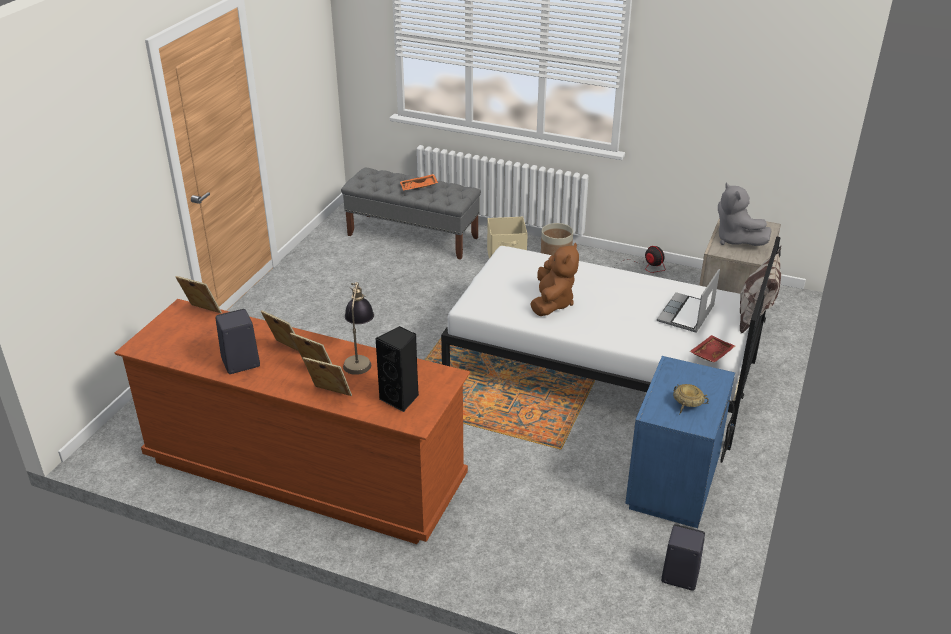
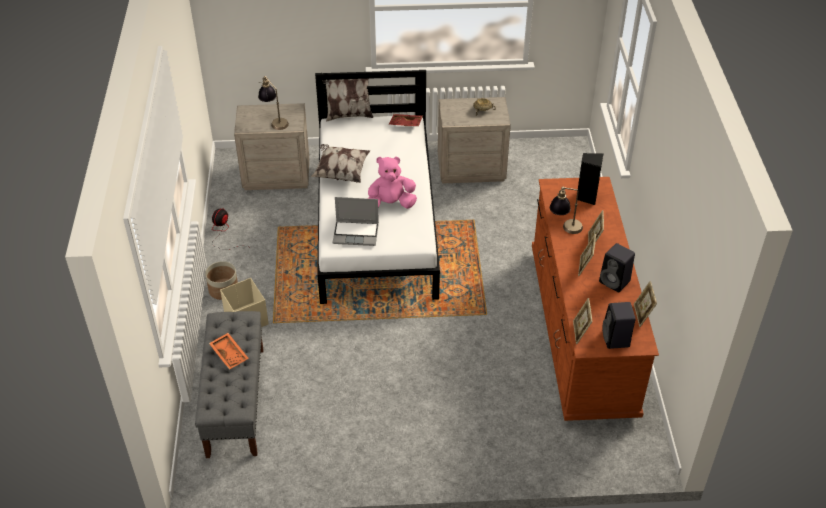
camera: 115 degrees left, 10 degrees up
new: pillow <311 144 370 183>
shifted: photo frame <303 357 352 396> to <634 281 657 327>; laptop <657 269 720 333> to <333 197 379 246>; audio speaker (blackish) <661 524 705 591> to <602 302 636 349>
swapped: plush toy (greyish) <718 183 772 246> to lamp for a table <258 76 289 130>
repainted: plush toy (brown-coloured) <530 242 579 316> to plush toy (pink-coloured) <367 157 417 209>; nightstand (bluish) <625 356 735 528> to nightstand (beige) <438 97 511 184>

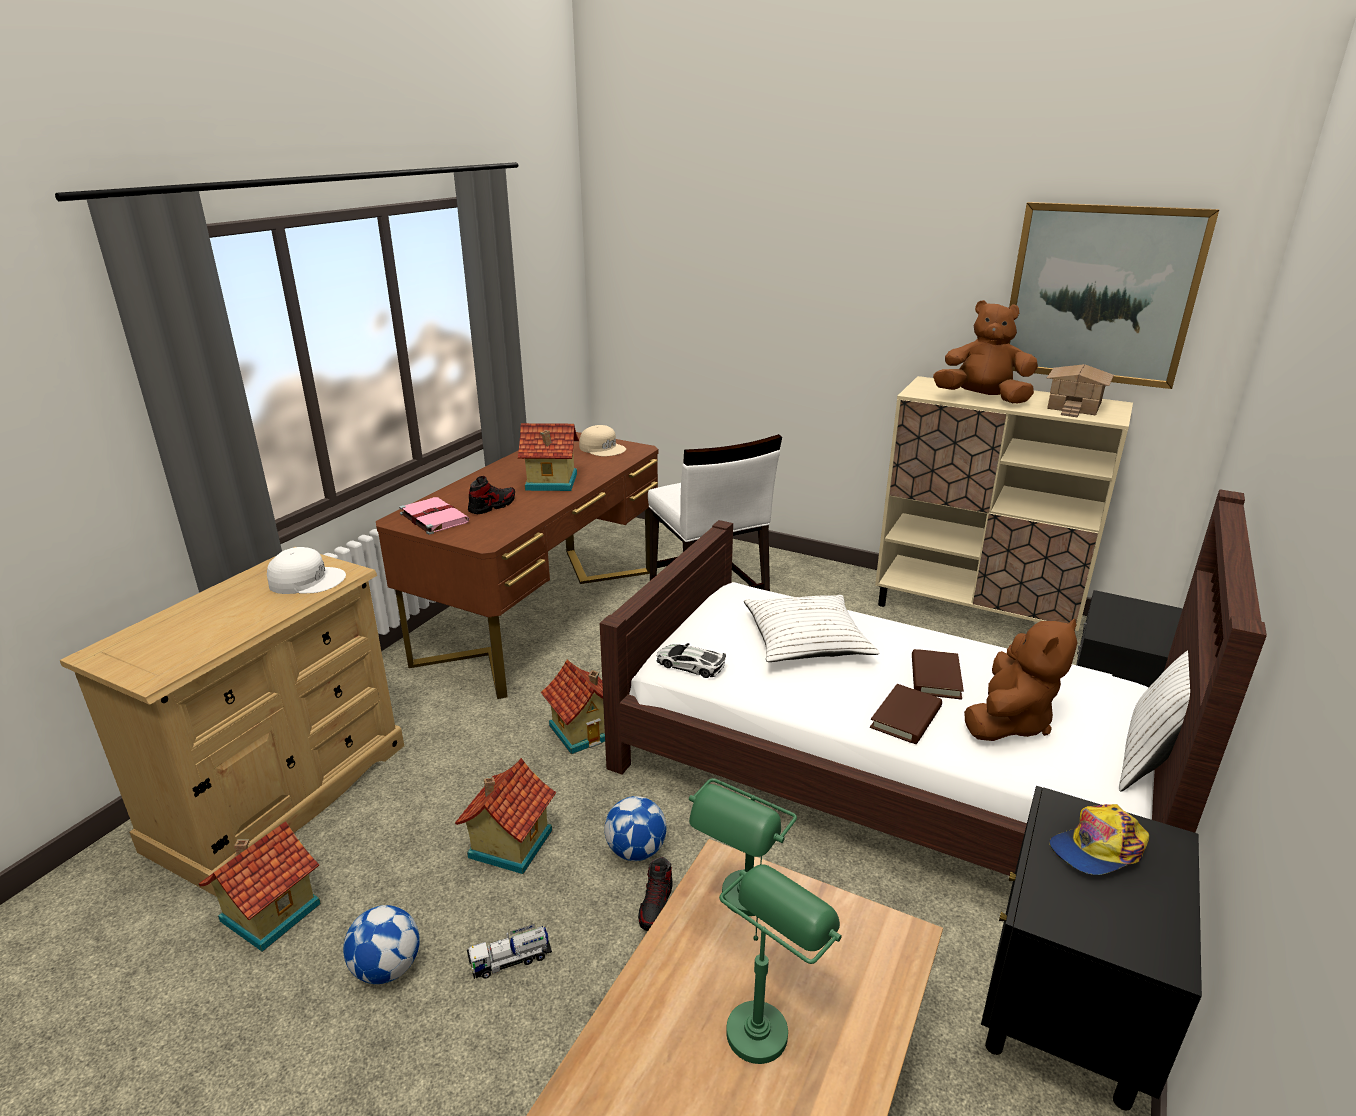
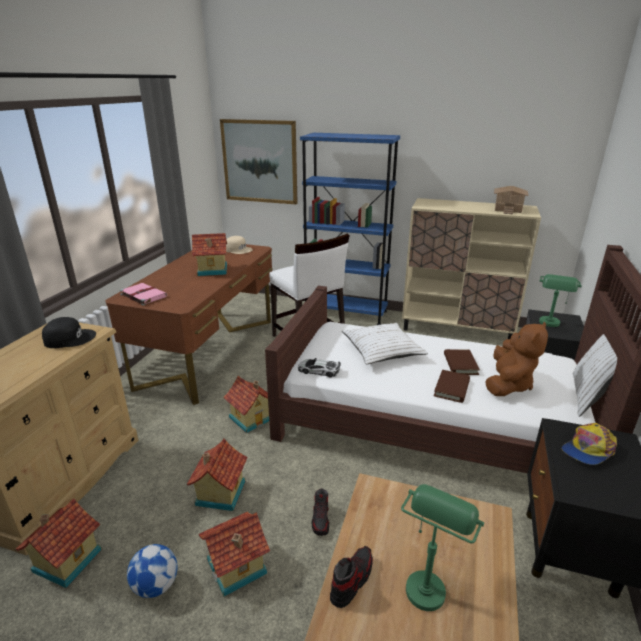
camera: 10 degrees left, 0 degrees up
gone: ball for football <604 796 667 861>; plush toy (brown-coloured) <933 300 1038 404>
new: bookcase (bluish) <300 133 400 325>
shifted: low shoe <468 476 515 514> to <330 546 373 608>; lamp for a table (green-coloured) <689 778 797 916> to <539 274 582 327>; picture <1009 202 1219 389> to <220 119 298 204>
swapped: toy lorry <467 924 552 979> to model house <199 512 270 597>
repainted: baseball cap (whitish) <267 547 346 594> to baseball cap (blackish) <42 317 96 348>

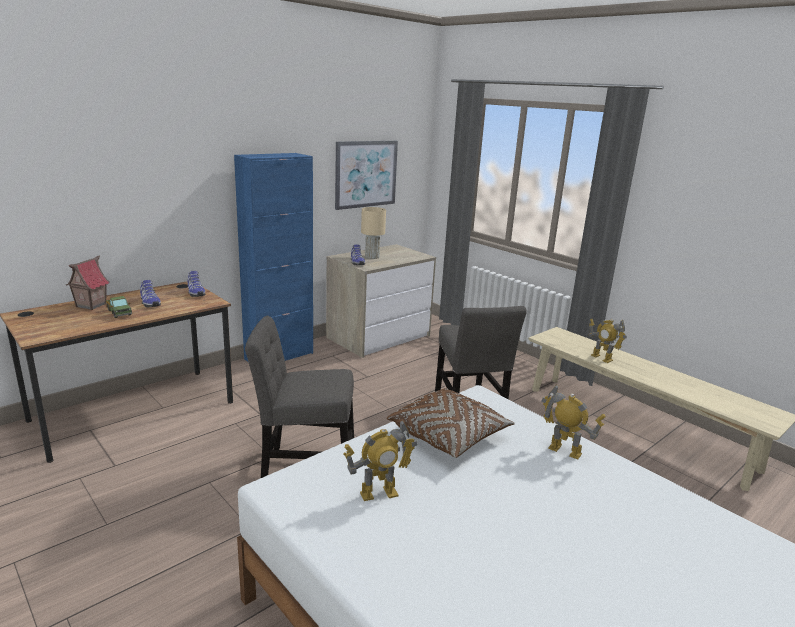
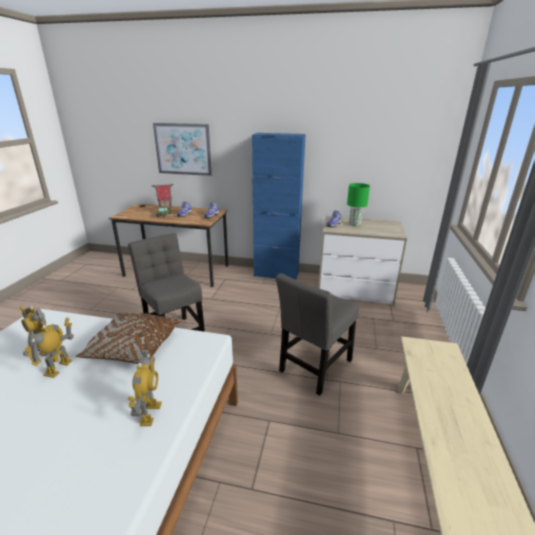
camera: 55 degrees right, 5 degrees up
shifted: picture <335 141 398 210> to <153 123 212 176>; model robot <588 319 627 363> to <23 318 74 378>
repainted: lamp for a table (beige) <361 207 386 259> to lamp for a table (green-coloured) <347 183 370 226>

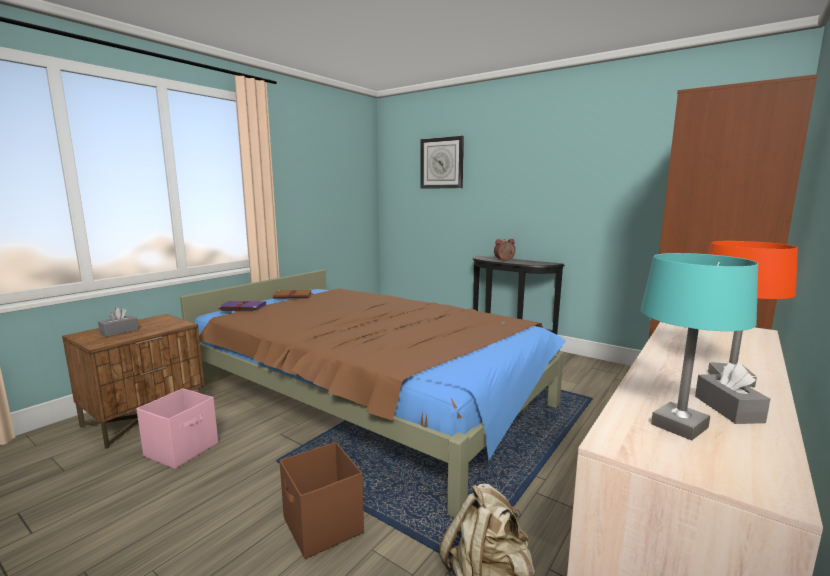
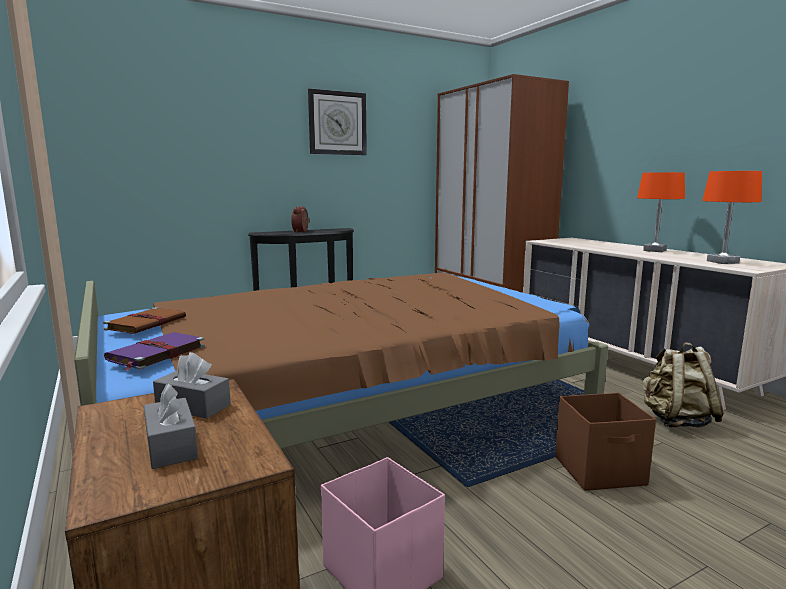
camera: 65 degrees left, 0 degrees up
shifted: clock on the wall <420 136 464 188> to <308 88 367 155>; box of tissues (greyish) <695 363 770 424> to <153 352 231 419>
repainted: lamp for a table (turquoise-coloured) <641 253 758 441> to lamp for a table (orange) <702 171 762 264>

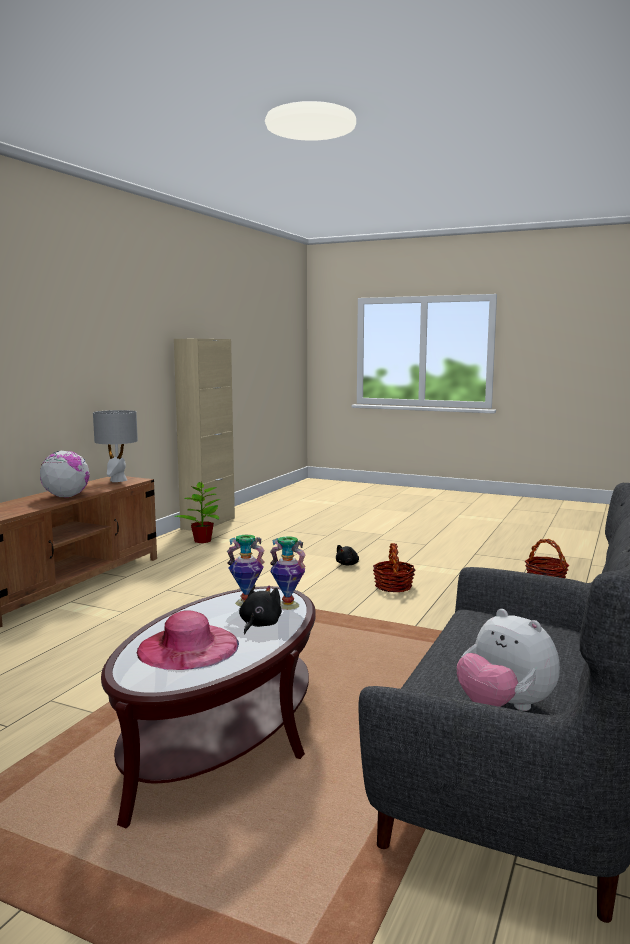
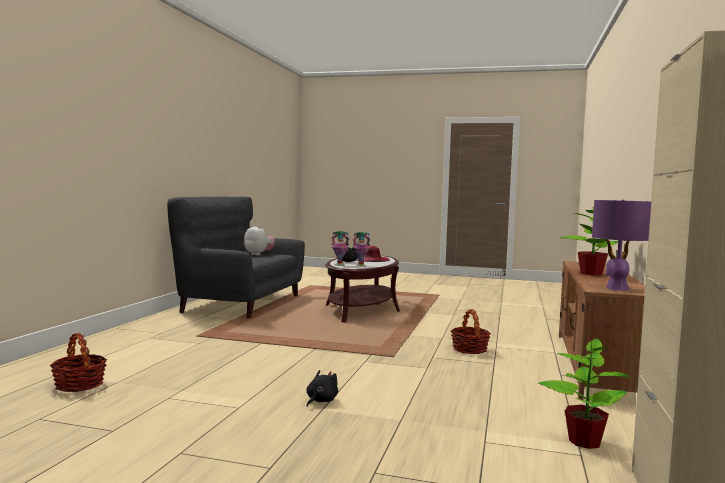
camera: 170 degrees right, 5 degrees down
shifted: household basket <373 543 415 592> to <451 309 491 354>
swapped: desk globe <40 451 90 497> to plant in a pot <560 199 618 276>
repainted: lamp for a table (greyish) <93 410 138 482> to lamp for a table (purplish) <592 200 651 291>

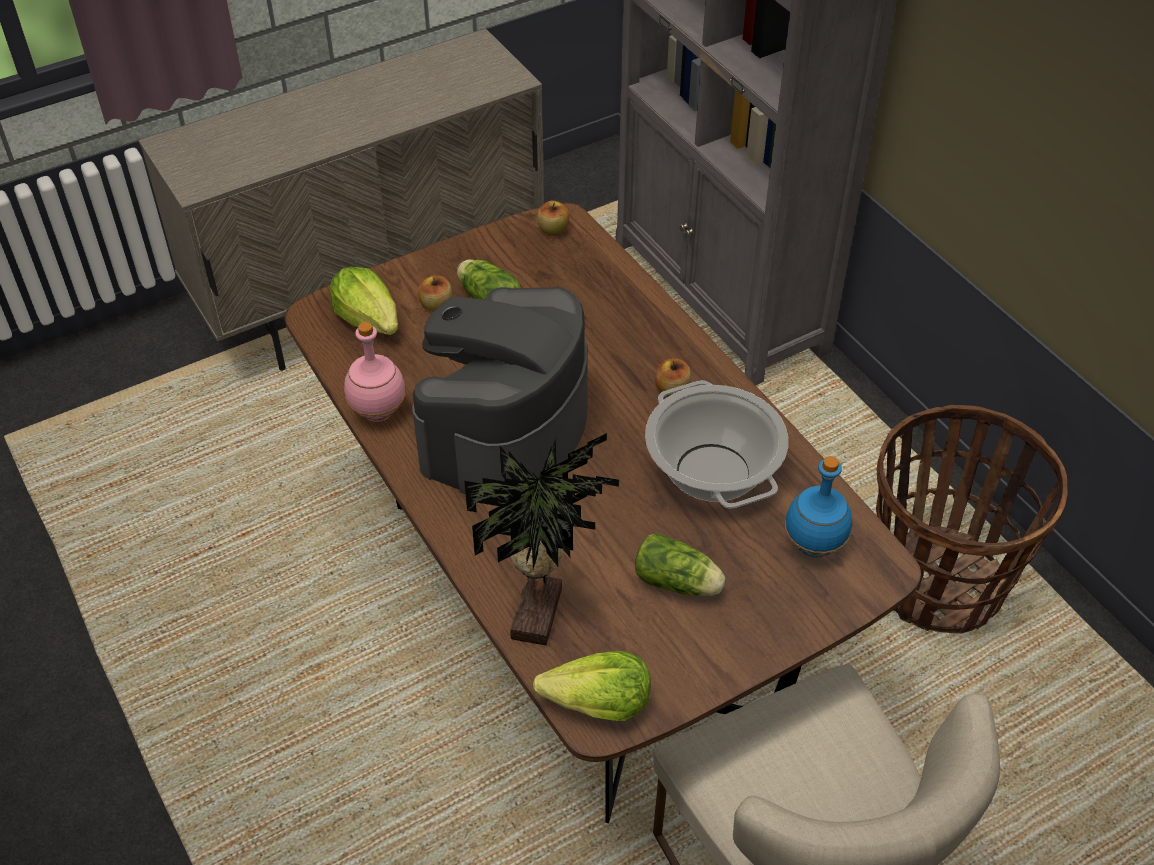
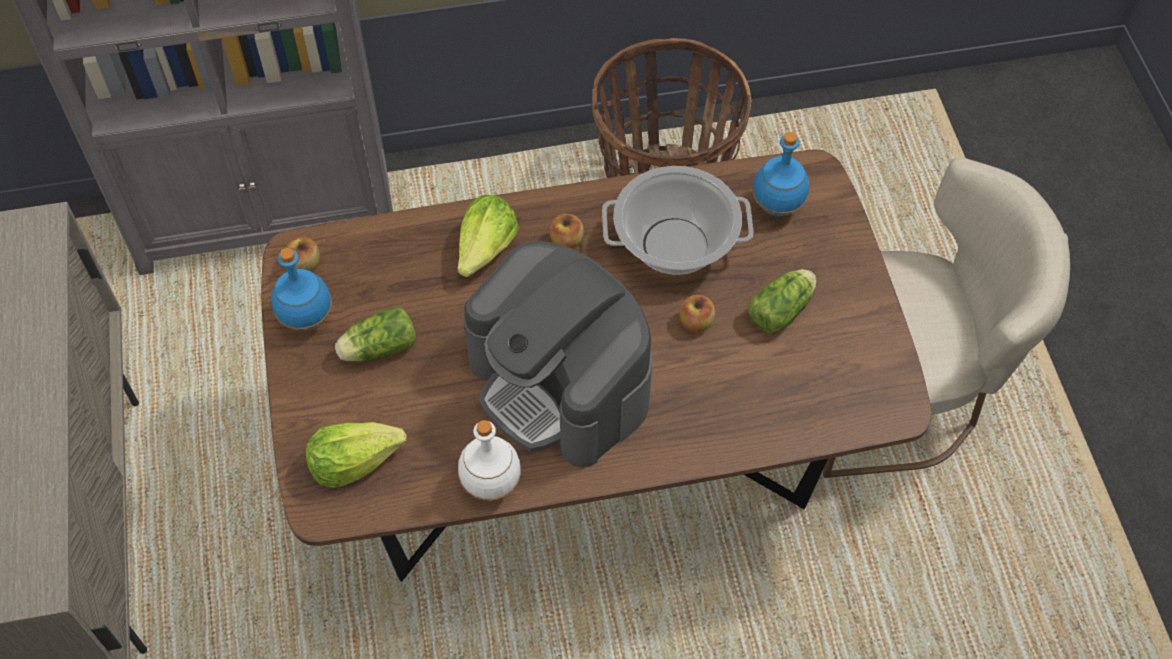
camera: 70 degrees left, 10 degrees up
gone: plant in a pot <464 433 619 645>
new: beverage bottle (bluish) <271 248 332 331>
shifted: whole apple <418 275 453 312> to <680 295 715 333>; lettuce <533 651 651 721> to <457 195 519 277>
repainted: beverage bottle (pink-coloured) <344 322 406 422> to beverage bottle (whitish) <458 420 521 501>

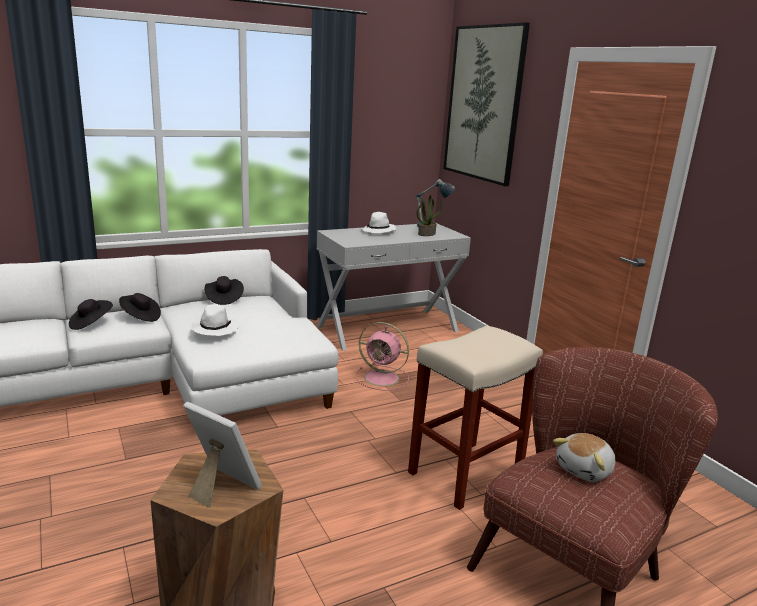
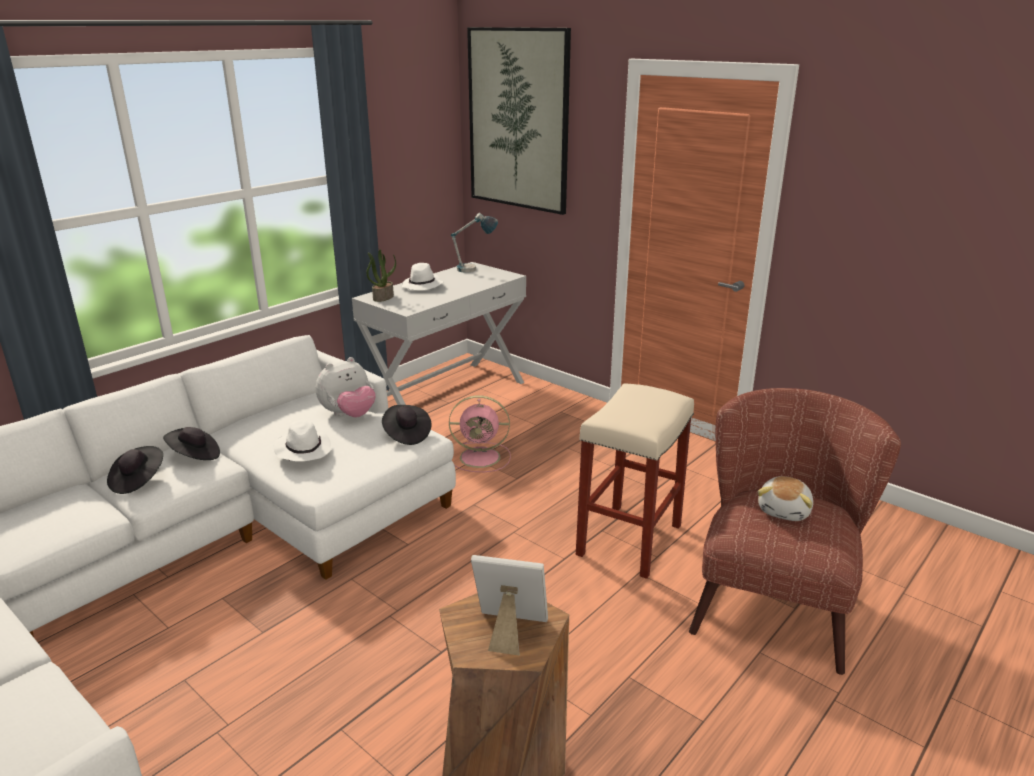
camera: 20 degrees left, 5 degrees up
new: plush toy <316 357 376 417>
shifted: wearable hat (blackish) <204 276 244 305> to <382 405 431 445>; plant in a pot <417 195 442 236> to <366 250 396 302>

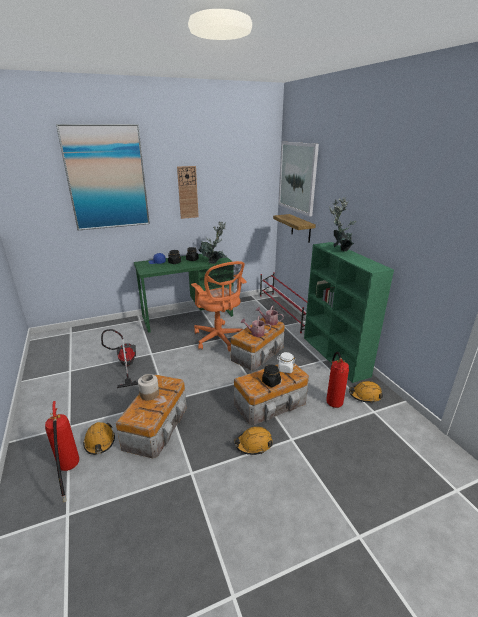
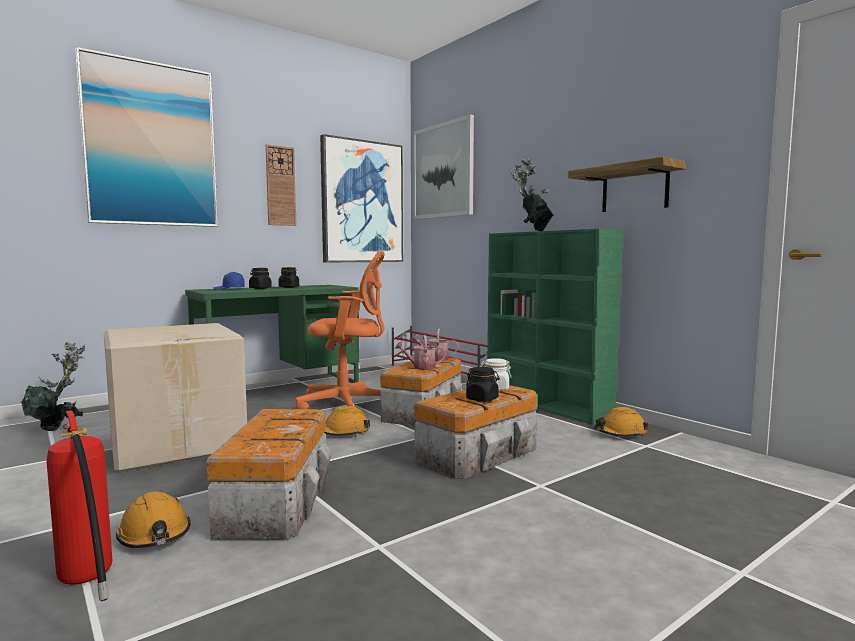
camera: 15 degrees left, 20 degrees down
gone: preserve jar <138 374 159 400>; extinguisher <326 352 349 408>
new: picture <320 134 403 263>
shifted: plant in a pot <199 221 227 264> to <21 342 86 431>; hard hat (orange) <234 426 273 455> to <324 406 370 436>; shelf <273 214 316 243> to <568 157 686 212>
swapped: hoover <101 329 138 388> to cardboard box <104 323 247 473>
rotated: computer chair (orange) <191 261 247 352> = <295 251 385 409> 45 degrees counterclockwise

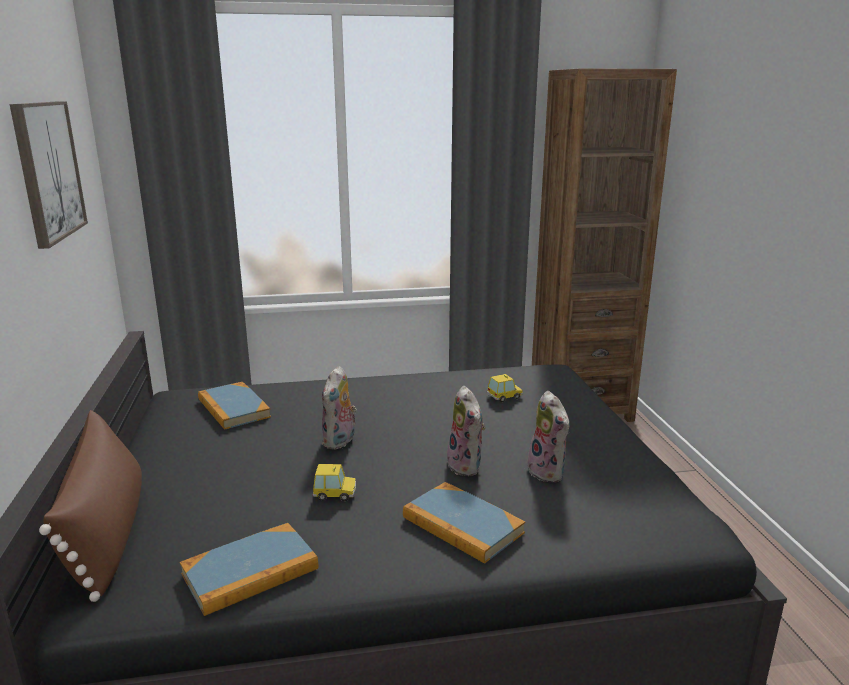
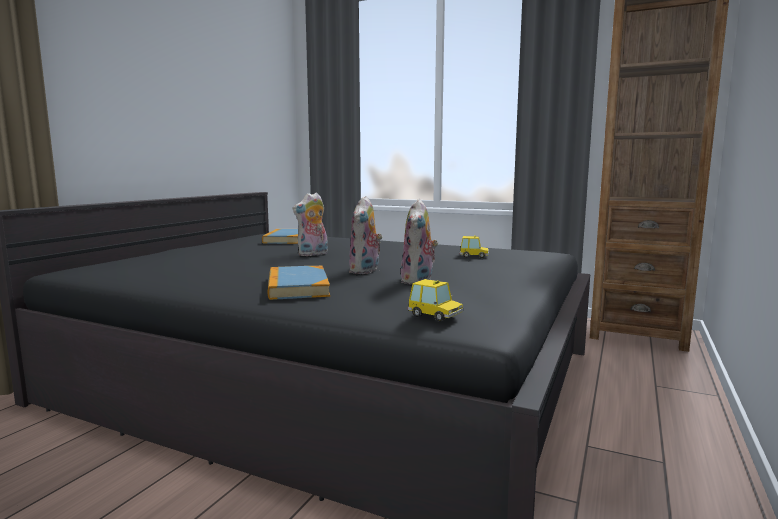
camera: 35 degrees right, 10 degrees down
gone: picture <10 101 88 249>; pillow (brown-coloured) <39 410 142 602>; volume <180 523 318 616>
shifted: toy car <313 464 356 501> to <408 279 463 322>

